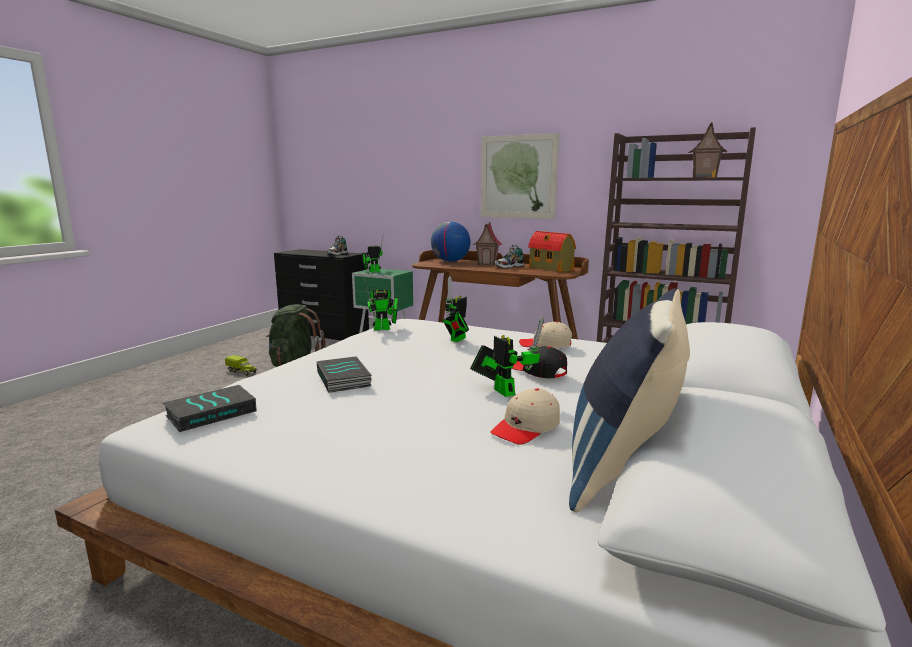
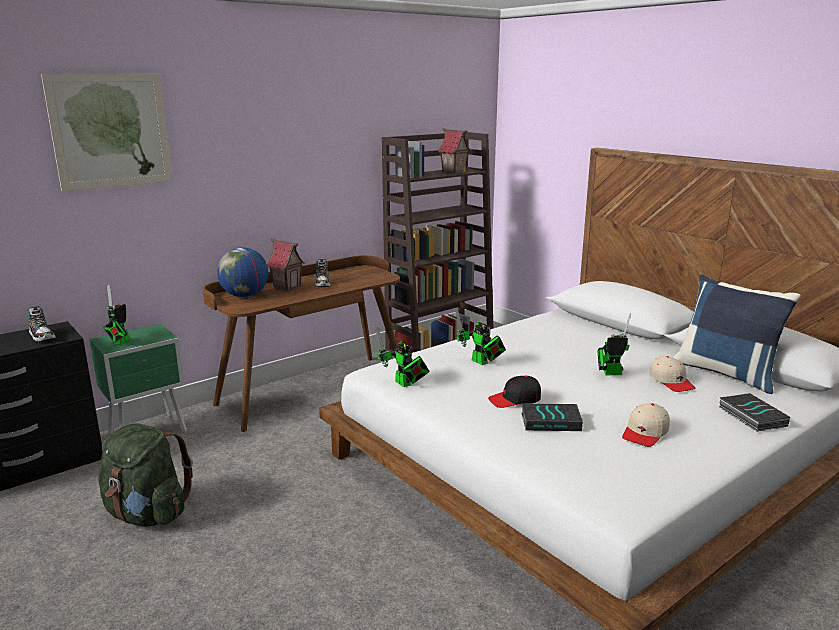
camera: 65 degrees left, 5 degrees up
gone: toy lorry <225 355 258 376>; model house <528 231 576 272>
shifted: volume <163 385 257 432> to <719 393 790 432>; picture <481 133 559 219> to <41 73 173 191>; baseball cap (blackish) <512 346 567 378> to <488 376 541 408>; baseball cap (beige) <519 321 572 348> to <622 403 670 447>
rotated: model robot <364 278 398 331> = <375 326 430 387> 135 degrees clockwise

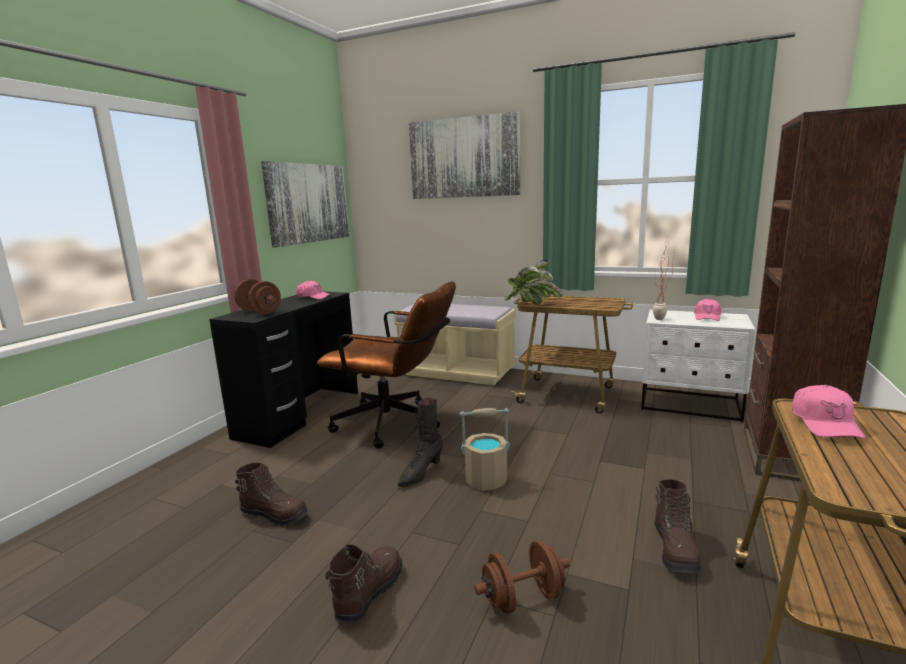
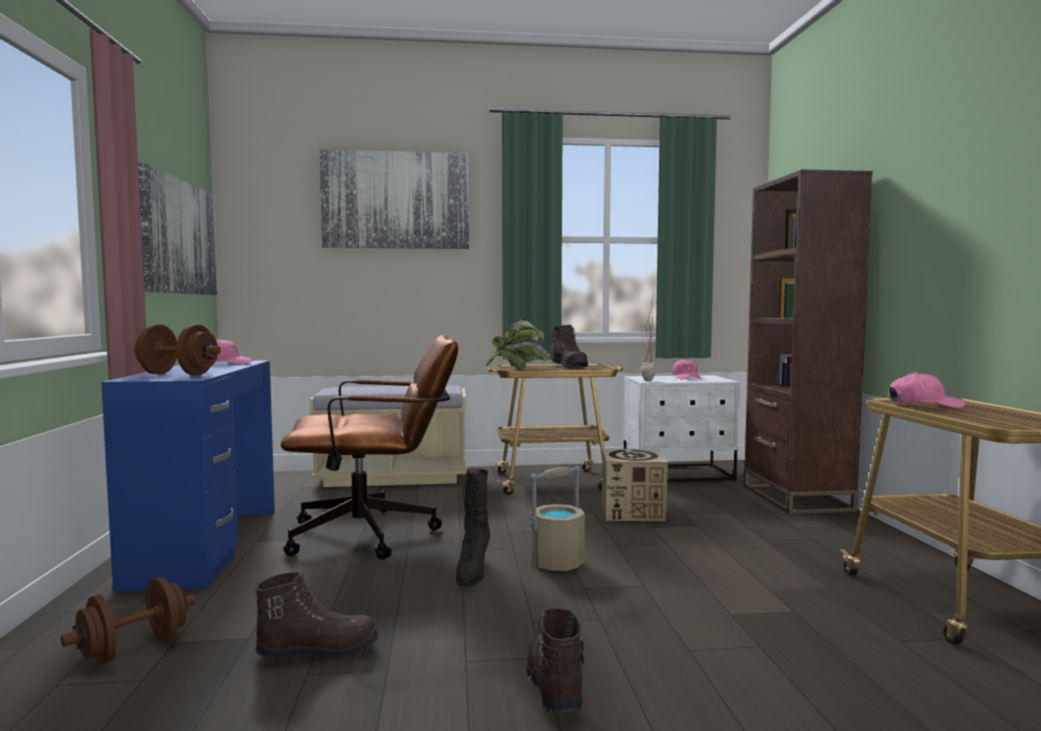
camera: 30 degrees left, 10 degrees down
new: cardboard box <602 449 668 521>
shifted: free weight (brown-coloured) <474 540 570 614> to <61 577 195 664>; high-top boot (brown-coloured) <655 479 701 573> to <551 325 588 368>
repainted: desk unit (blackish) <209 292 358 448> to desk unit (bluish) <101 361 275 592>
rotated: baseball cap (pink-coloured) <792 385 866 439> = <889 372 965 408> 60 degrees counterclockwise

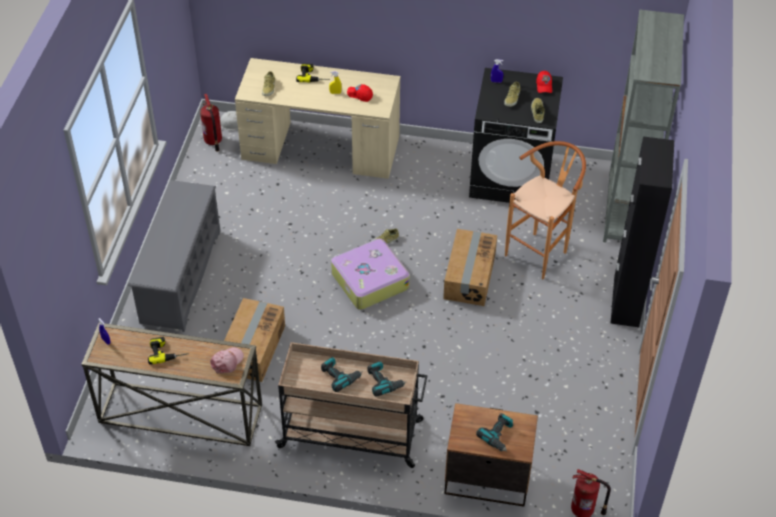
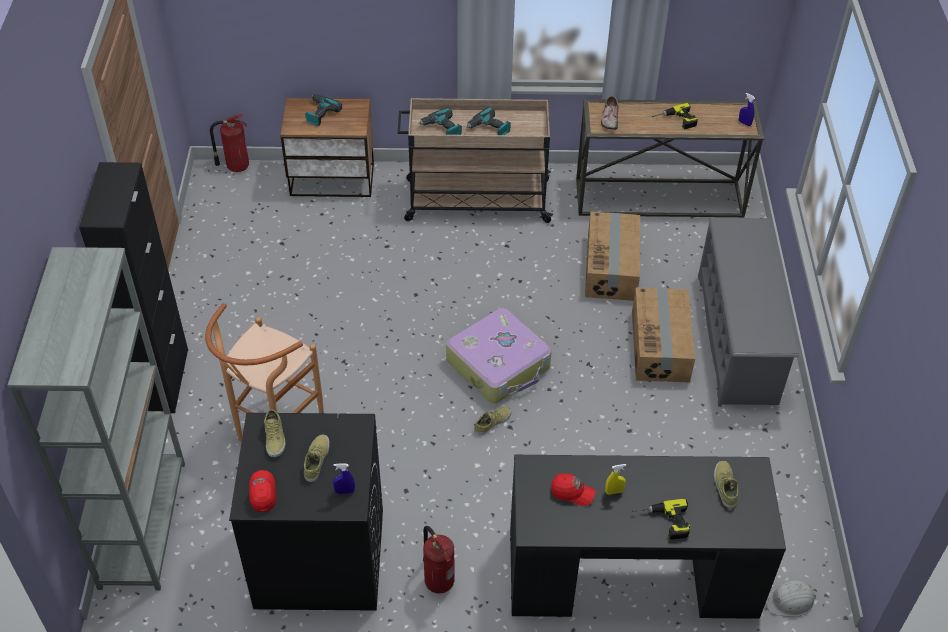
camera: 170 degrees right, 0 degrees up
shifted: extinguisher <200 94 222 152> to <423 526 454 593>; cardboard box <443 229 497 306> to <632 288 695 383>
swapped: baseball cap (pink-coloured) <210 347 244 373> to low shoe <601 96 619 130>
repainted: desk unit (beige) <235 58 400 179> to desk unit (blackish) <510 455 786 619>

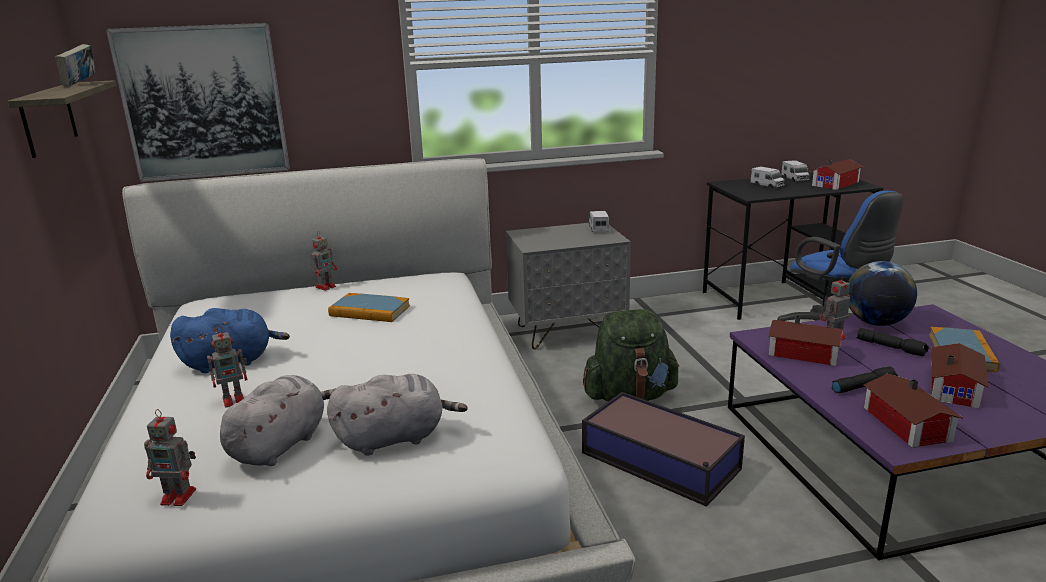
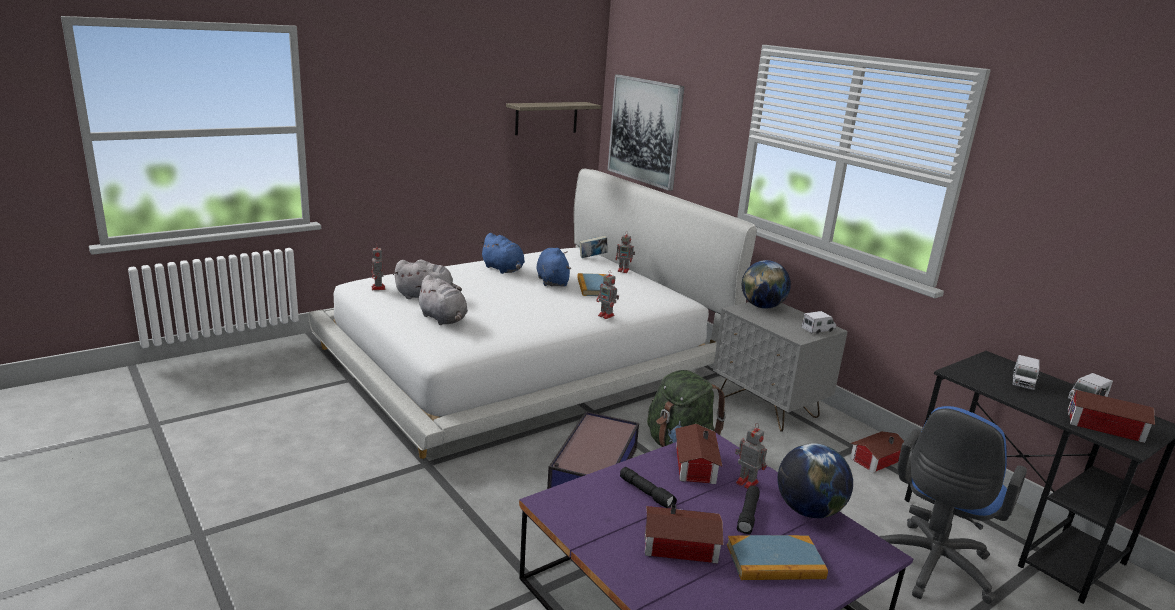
camera: 65 degrees right, 0 degrees up
new: plush toy (bluish) <536 248 571 287>; desk globe <742 260 791 309>
shifted: volume <55 44 95 87> to <579 235 608 258>; model robot <207 326 248 408> to <596 270 619 319>; model house <864 374 963 448> to <850 431 904 473>

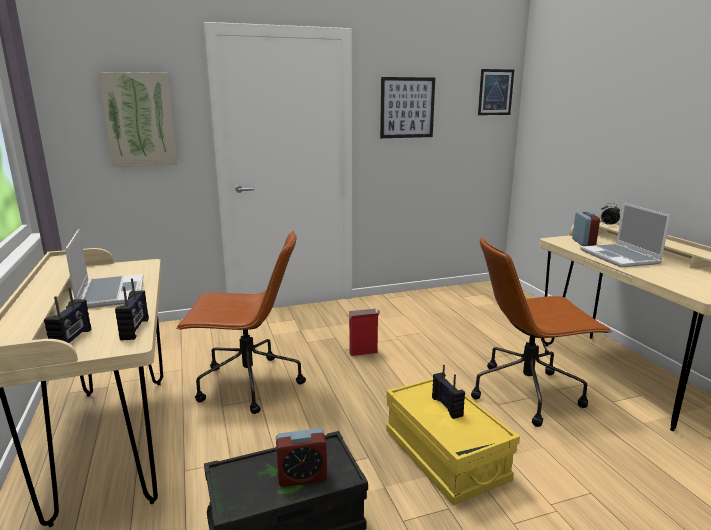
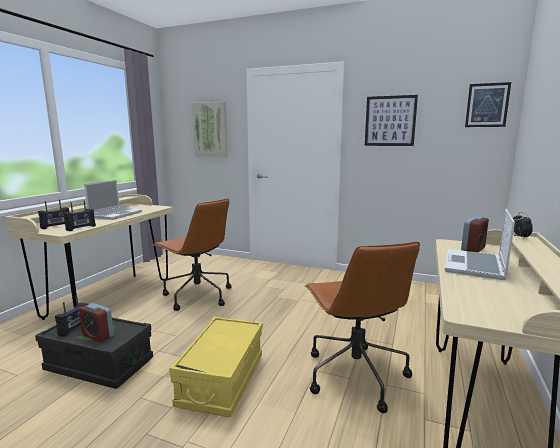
camera: 40 degrees right, 5 degrees down
gone: cardboard box <346 309 380 356>
shifted: radio set <432 365 465 419> to <55 296 87 337>
rotated: computer chair (brown-coloured) <471 238 612 427> = <305 241 420 413> 135 degrees counterclockwise

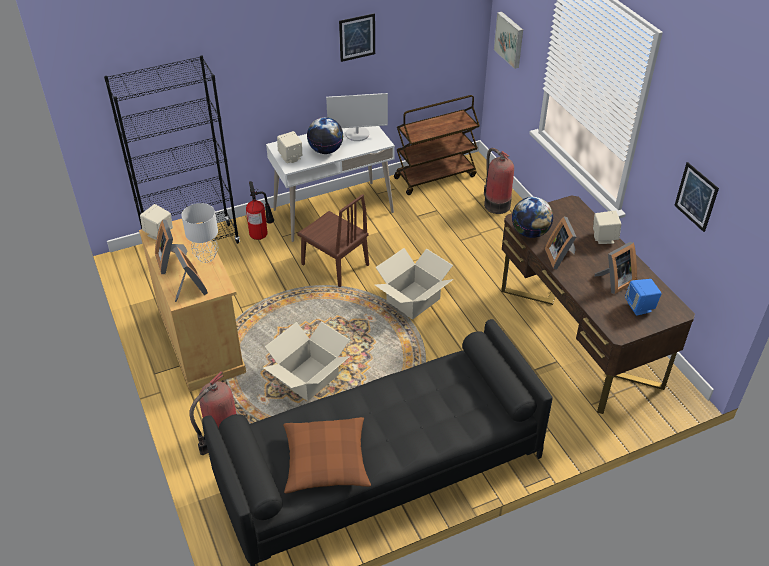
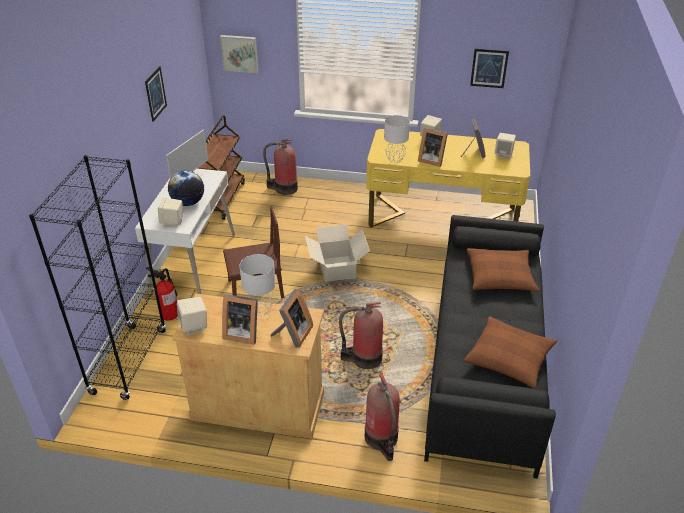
camera: 55 degrees left, 5 degrees down
new: pillow (brown-coloured) <467 248 539 292>
swapped: cardboard box <263 321 350 401> to extinguisher <339 302 383 369>; desk globe <512 197 553 238> to lamp for a table (greyish) <384 115 410 163>
repainted: desk unit (brown-coloured) <501 195 695 414> to desk unit (yellow-coloured) <366 129 530 228>; audio speaker (bluish) <625 279 662 316> to audio speaker (beige) <495 133 516 159>
rotated: photo frame <173 247 208 302> = <271 289 313 348> 105 degrees clockwise

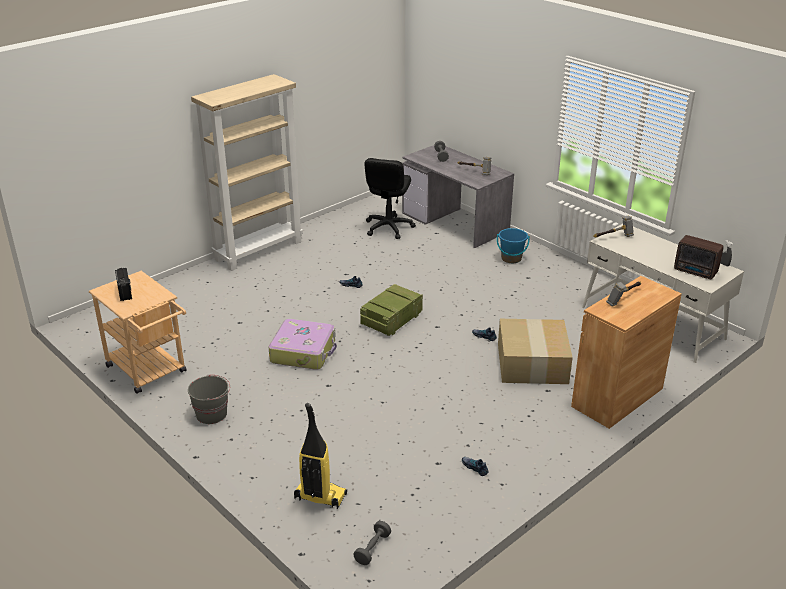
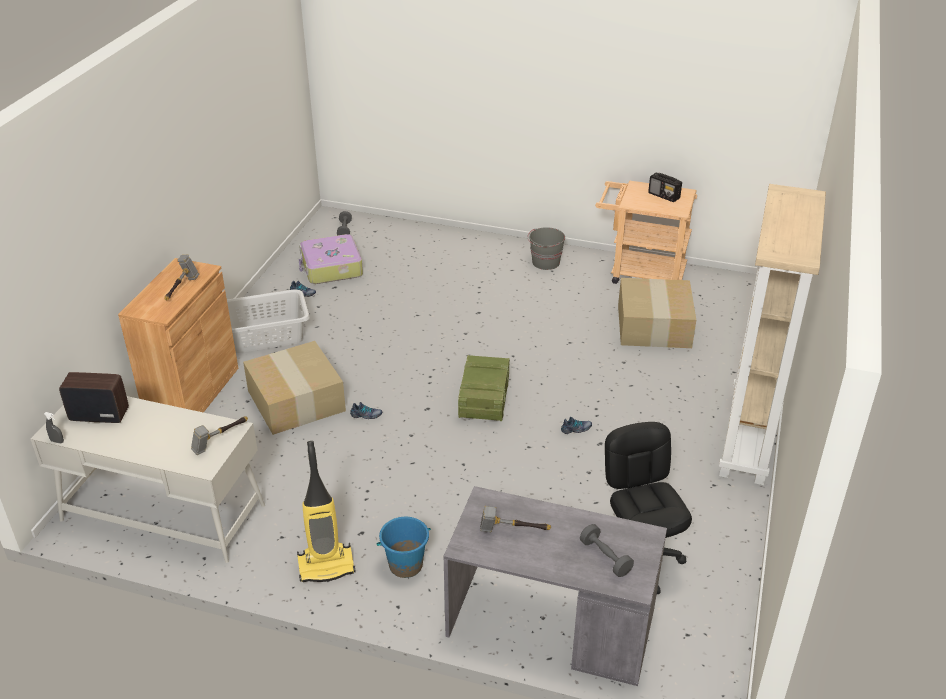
camera: 150 degrees right, 5 degrees up
new: washing basket (greyish) <227 289 310 353>; cardboard box <618 278 696 348>
shifted: travel case <269 319 337 370> to <299 234 363 284>; hoover <294 403 347 509> to <297 441 356 582>

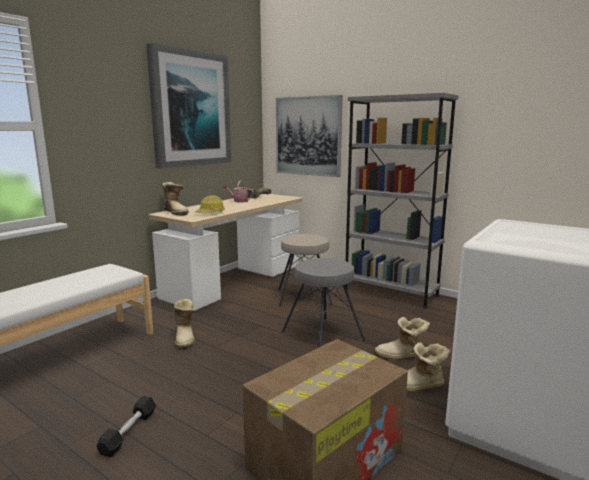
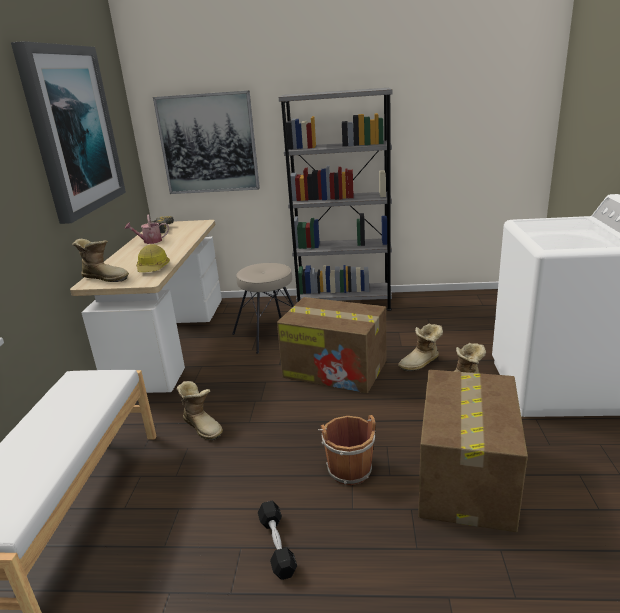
camera: 30 degrees left, 10 degrees up
new: bucket (brown-coloured) <318 415 376 485>
swapped: stool (greyish) <282 258 365 348> to cardboard box <277 297 386 393>

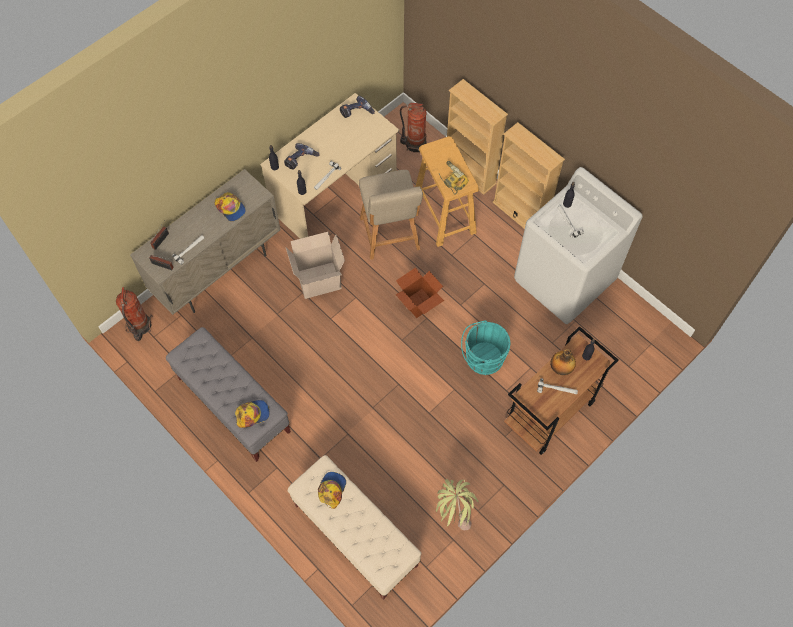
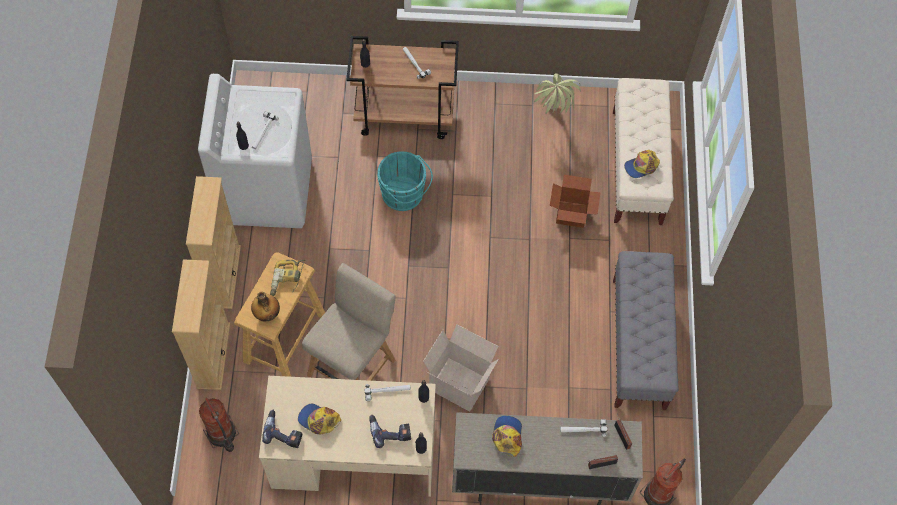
camera: 135 degrees left, 0 degrees up
shifted: baseball cap <235 400 270 428> to <298 404 341 434>; cardboard box <396 268 444 318> to <550 175 601 228>; beverage bottle <550 349 576 375> to <251 292 280 322>

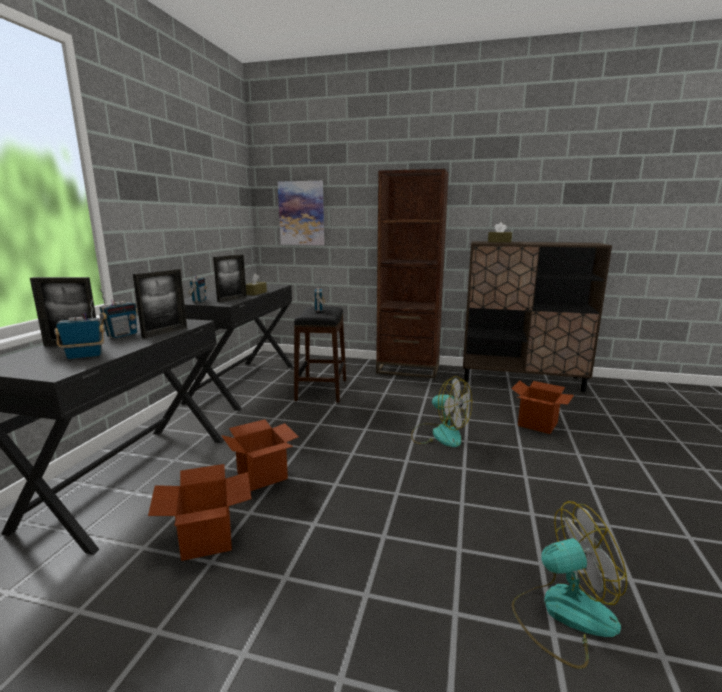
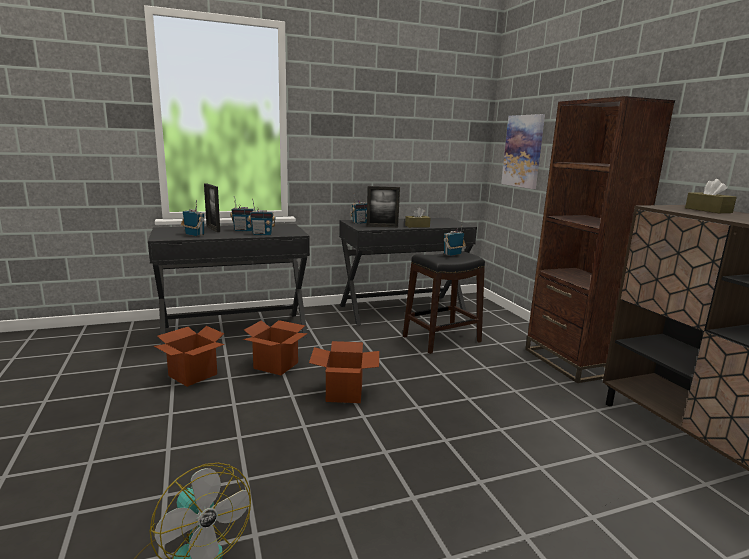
camera: 55 degrees right, 0 degrees up
gone: electric fan <411 376 472 447>
shifted: cardboard box <511 380 574 434> to <309 341 379 403>
swapped: photo frame <133 269 187 338> to radio set <248 199 275 235>

